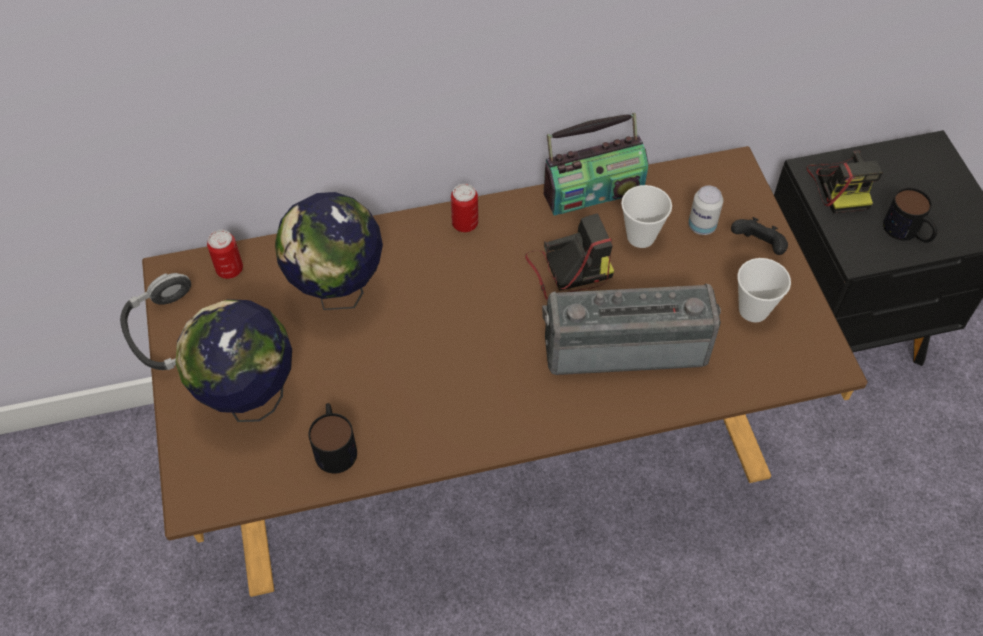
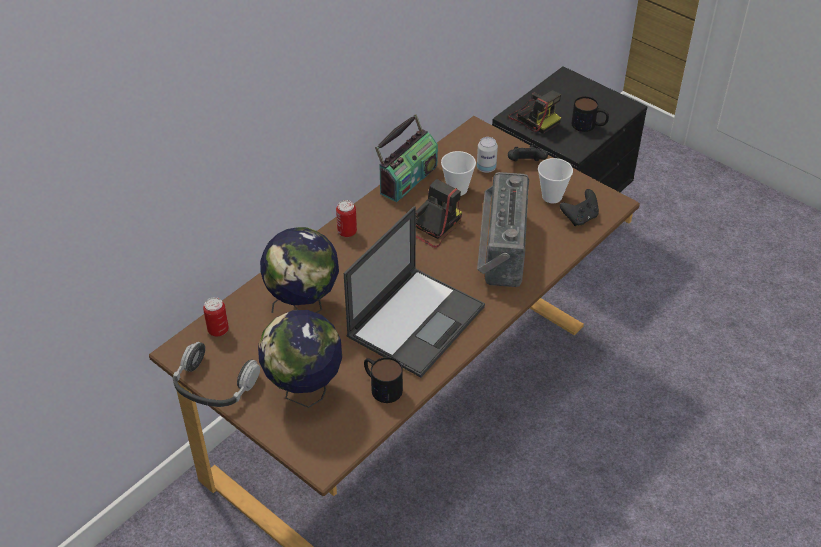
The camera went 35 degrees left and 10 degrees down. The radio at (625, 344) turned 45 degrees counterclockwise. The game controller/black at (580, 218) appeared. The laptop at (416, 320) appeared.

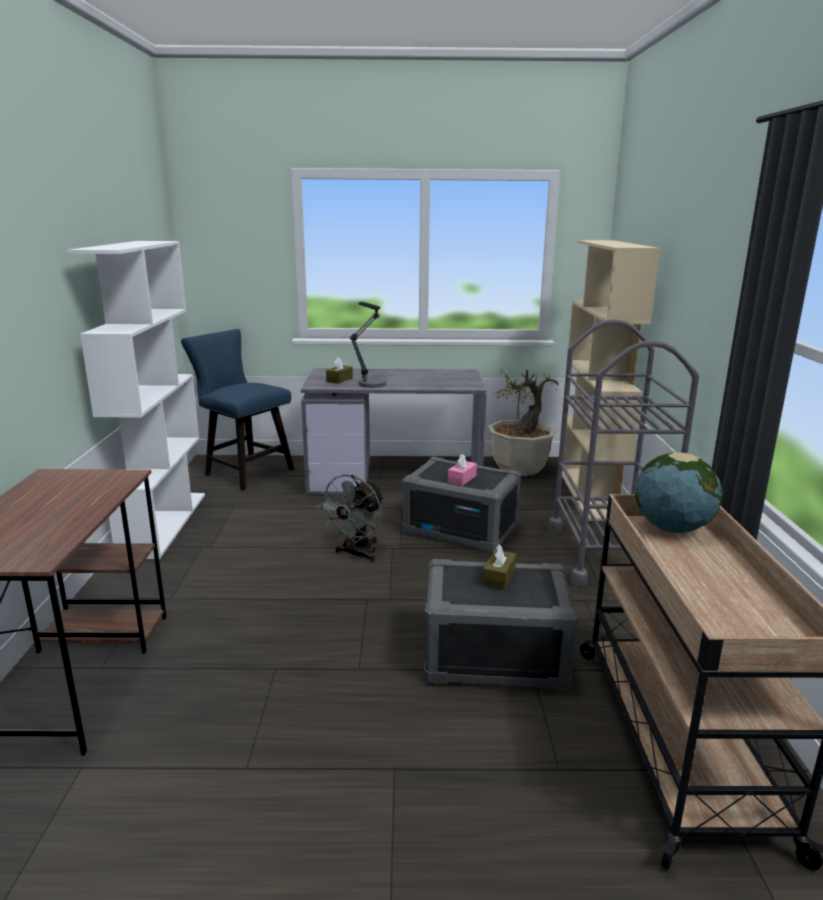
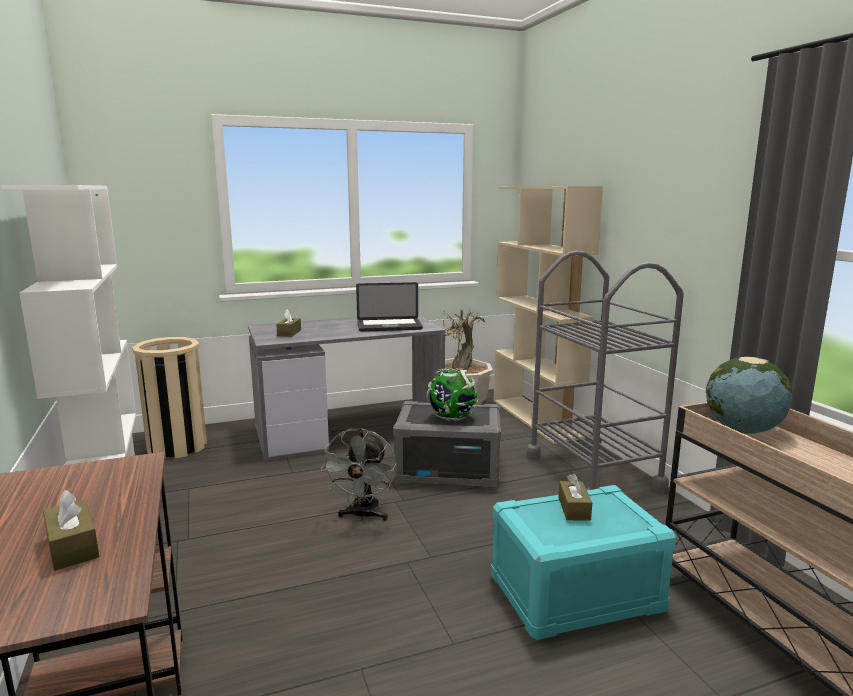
The camera went 20 degrees left and 5 degrees down. The table lamp at (370, 382) disappeared. The chair/blue at (244, 471) was replaced by the trash can/beige at (177, 447). The tissue box/pink at (462, 479) was replaced by the globe at (451, 418). The storage box/grey at (494, 657) became the storage box/turquoise at (575, 595). The laptop at (389, 326) appeared. The tissue box/brown at (72, 547) appeared.

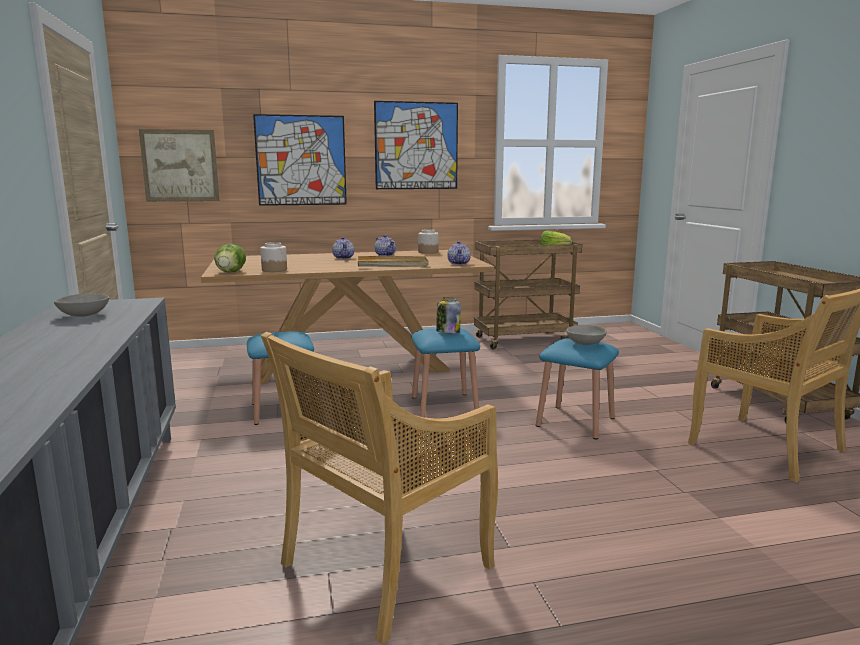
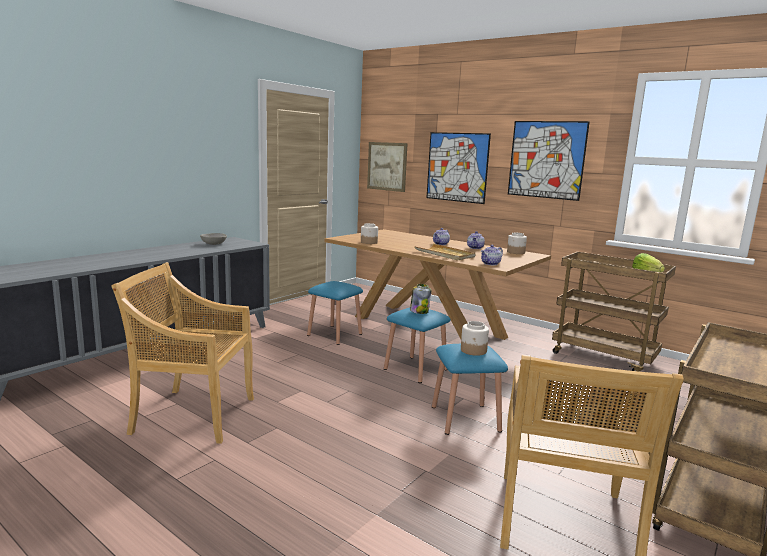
The camera went 50 degrees right and 0 degrees up. The lettuce at (230, 272) disappeared. The bowl/grey at (585, 343) was replaced by the jar at (473, 351).

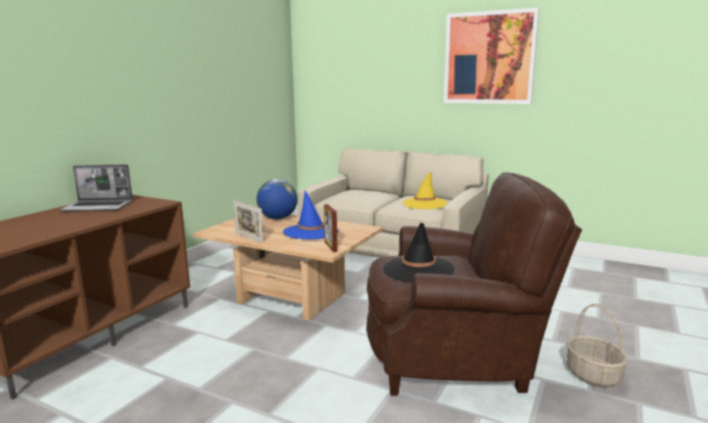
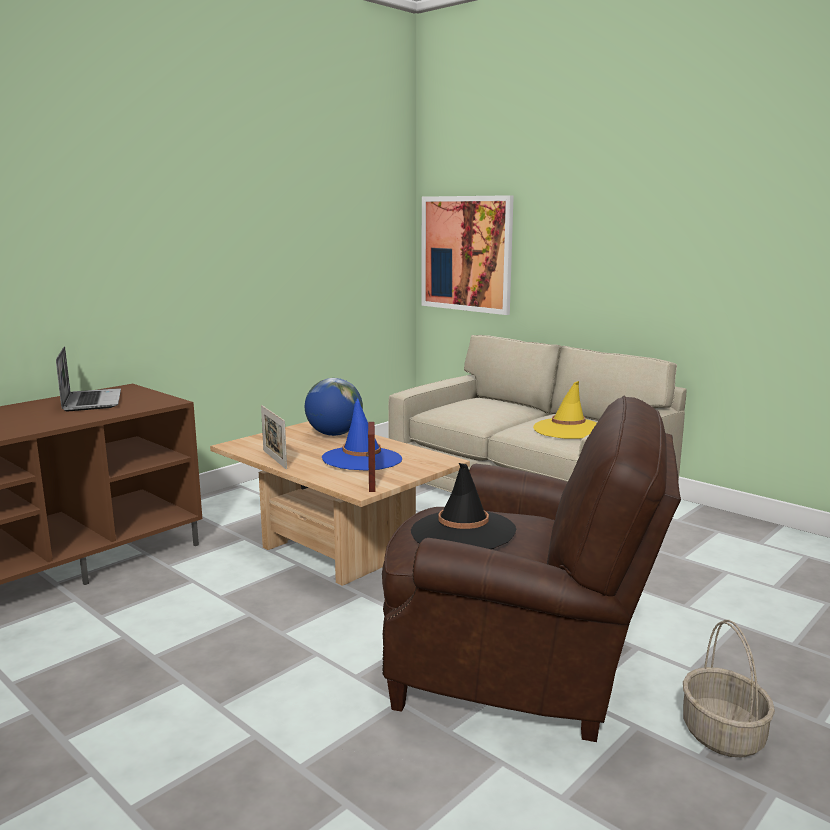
The camera went 15 degrees right and 0 degrees up. The picture moved from (489, 58) to (466, 253). The laptop at (99, 207) turned 120 degrees counterclockwise.

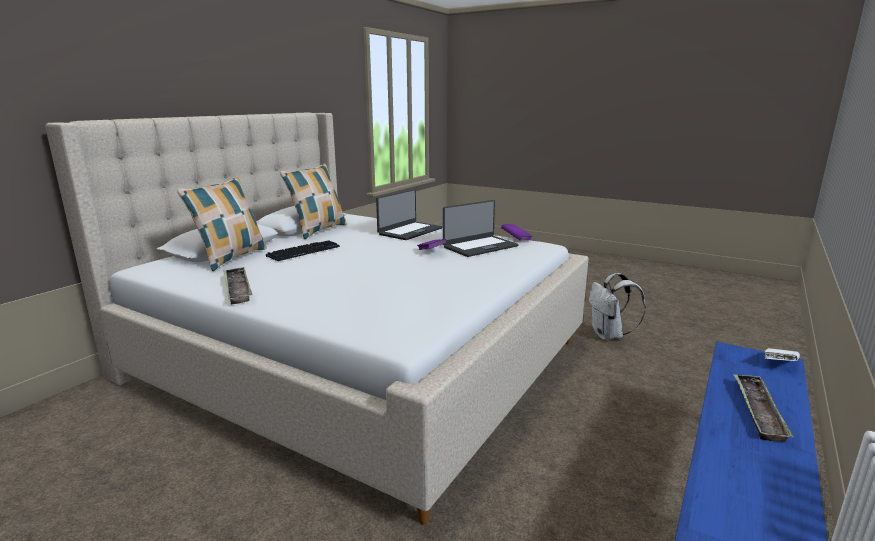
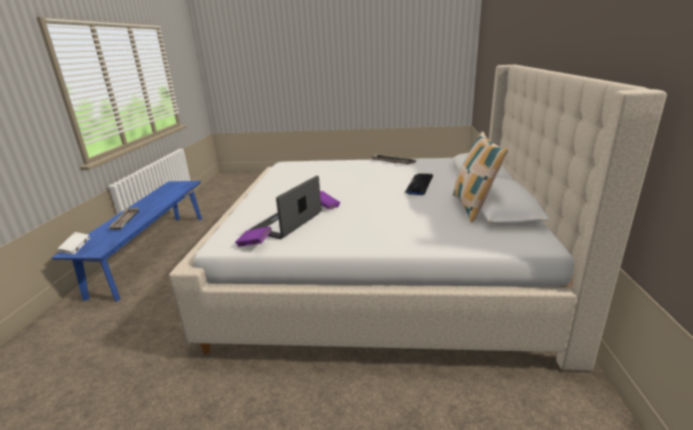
The camera went 155 degrees right and 5 degrees up. The pillow at (231, 258) disappeared. The laptop at (409, 231) disappeared. The backpack/white at (609, 336) disappeared.

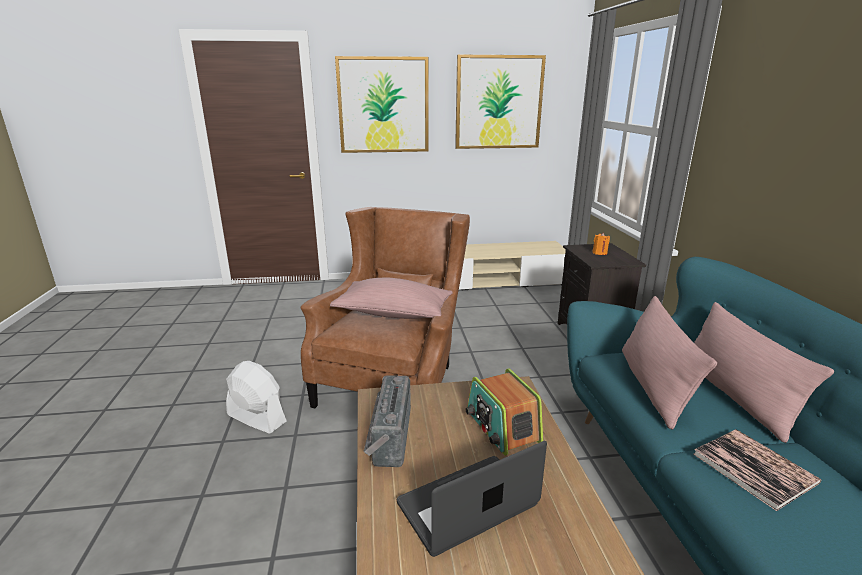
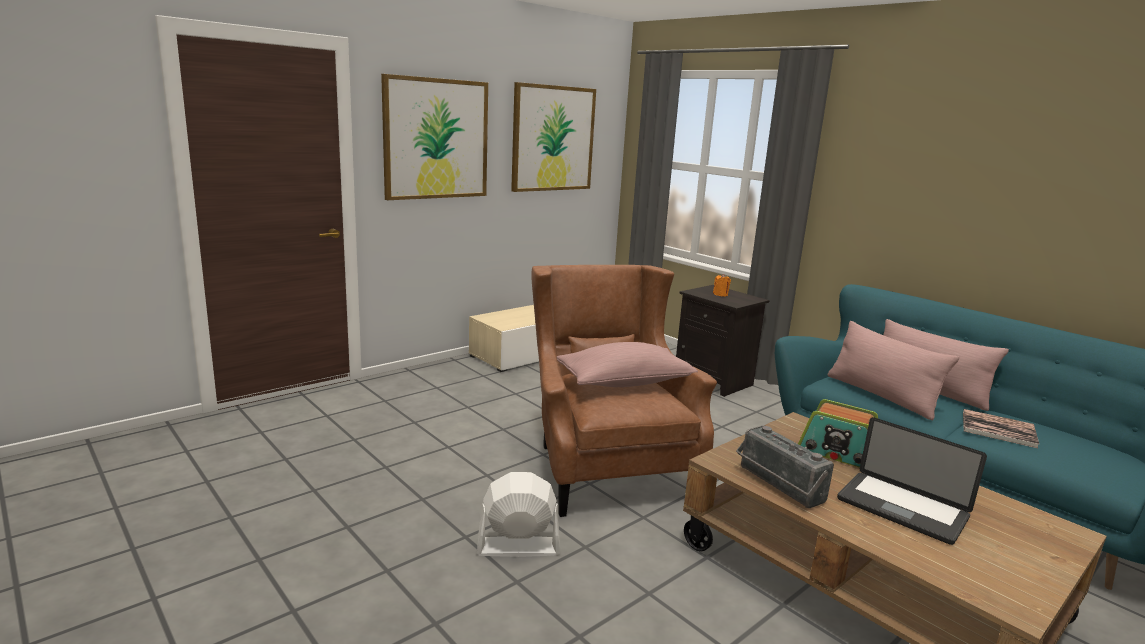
The camera went 35 degrees left and 5 degrees down. The laptop at (467, 505) turned 75 degrees counterclockwise.

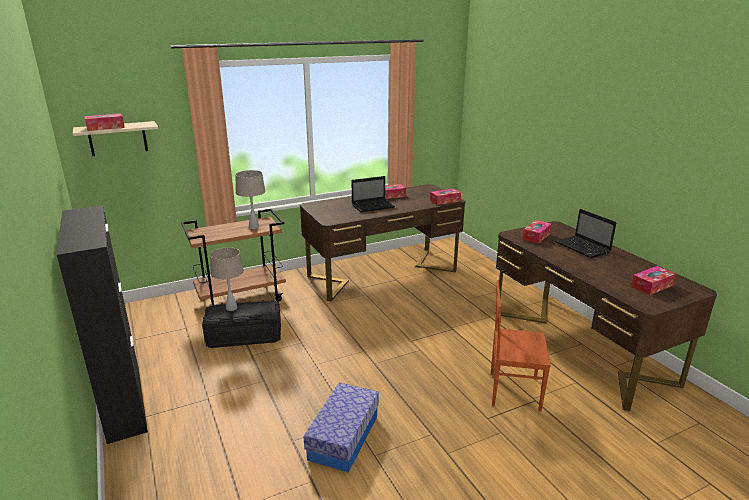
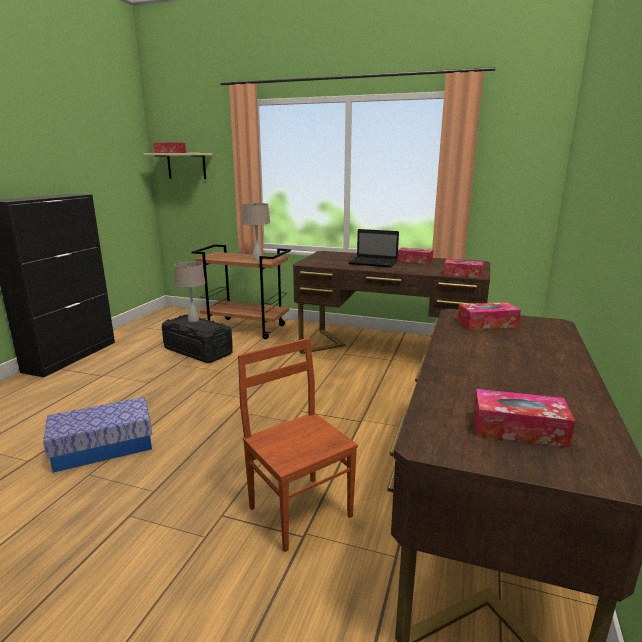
The camera went 45 degrees right and 5 degrees down. The laptop at (583, 248) disappeared.

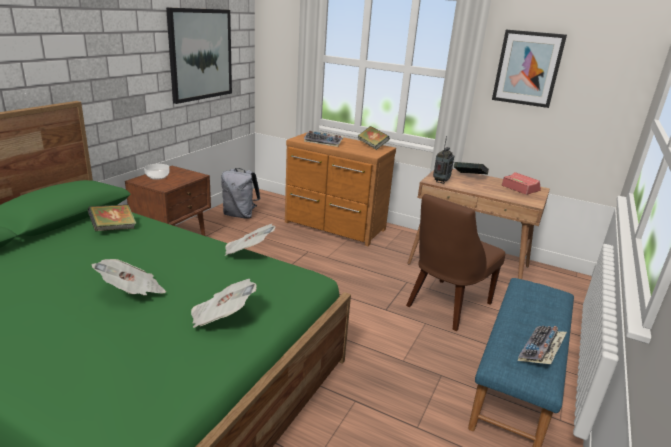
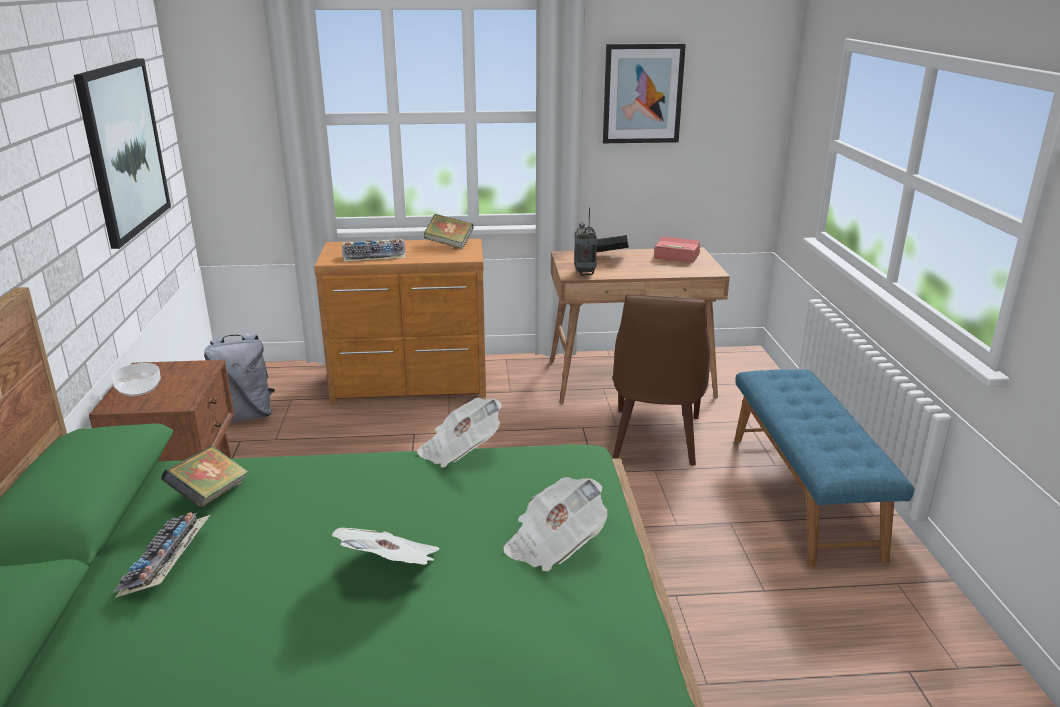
The camera went 30 degrees left and 0 degrees up. The keyboard moved from (541, 351) to (166, 563).

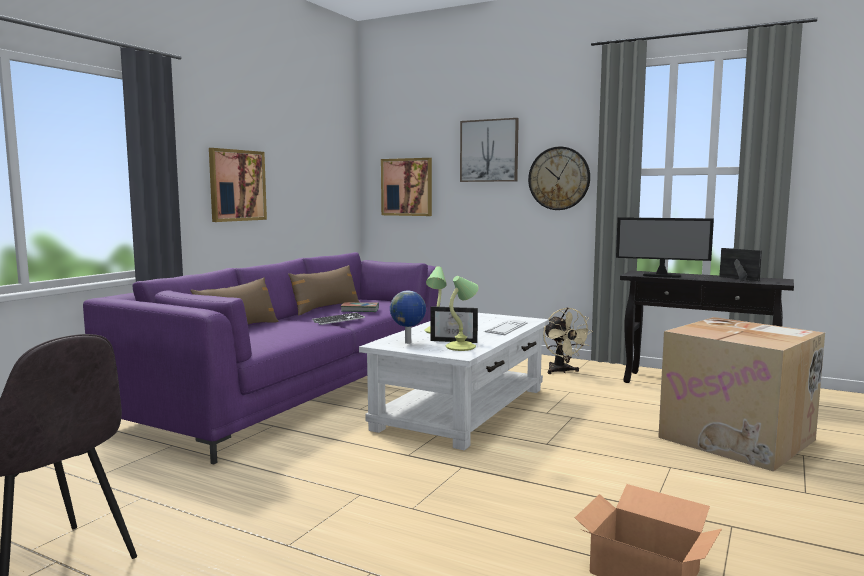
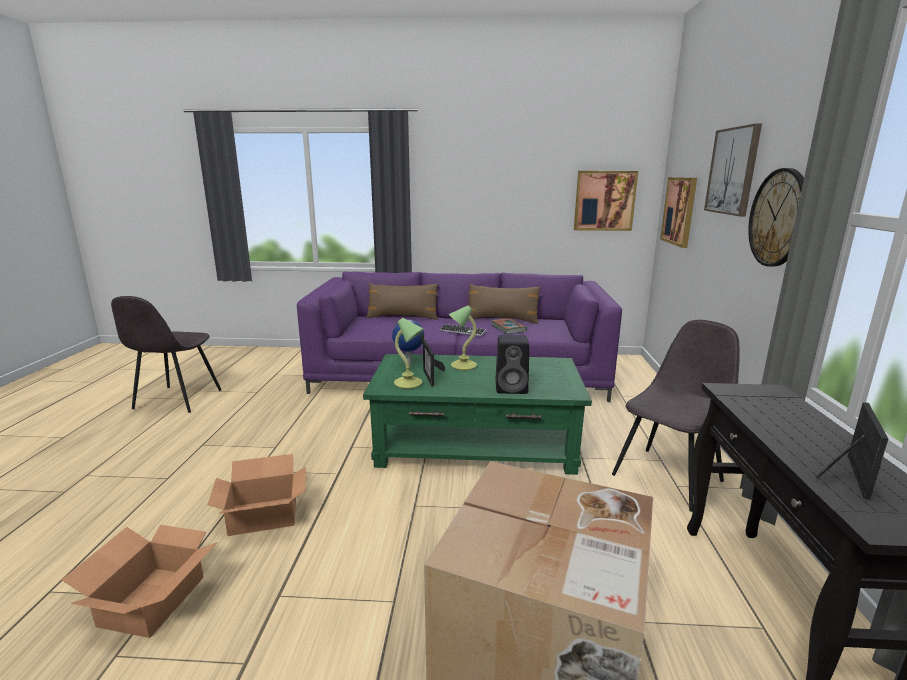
The camera went 65 degrees right and 10 degrees up. The picture moved from (237, 185) to (604, 201). The monitor at (661, 276) disappeared. The fan/beige at (562, 371) was replaced by the chair/grey at (668, 477). The coffee table/white at (462, 408) became the coffee table/green at (476, 445). The keyboard at (506, 328) was replaced by the speaker/black at (512, 388). The cardboard box at (263, 515) appeared.

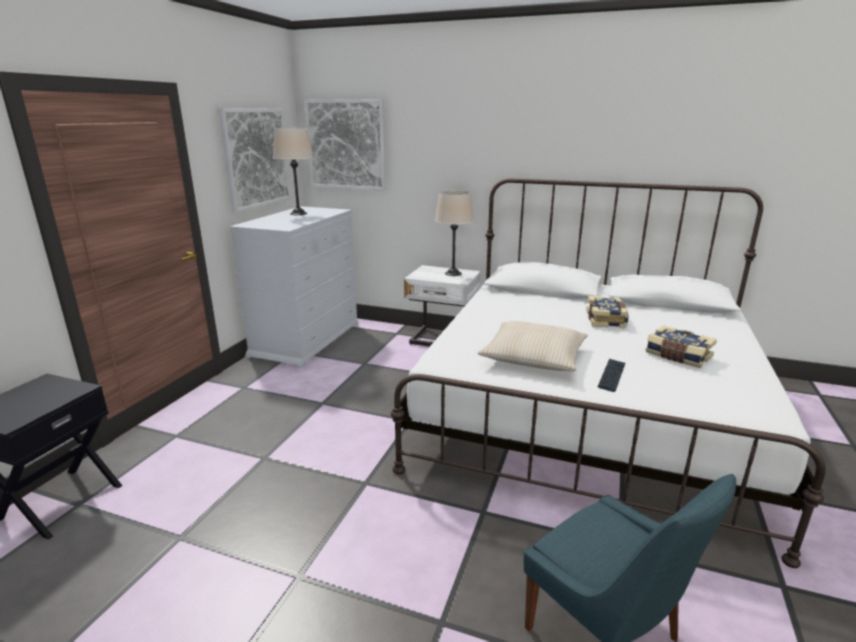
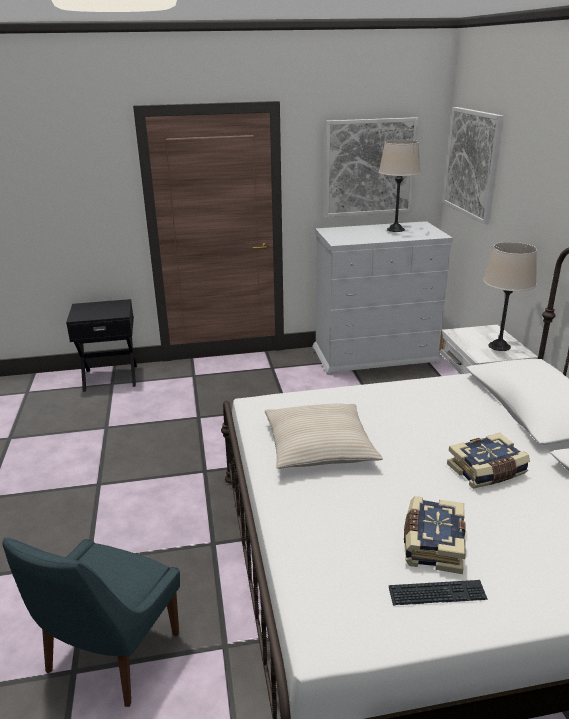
The camera went 60 degrees right and 5 degrees up. The keyboard moved from (611, 375) to (437, 594).

